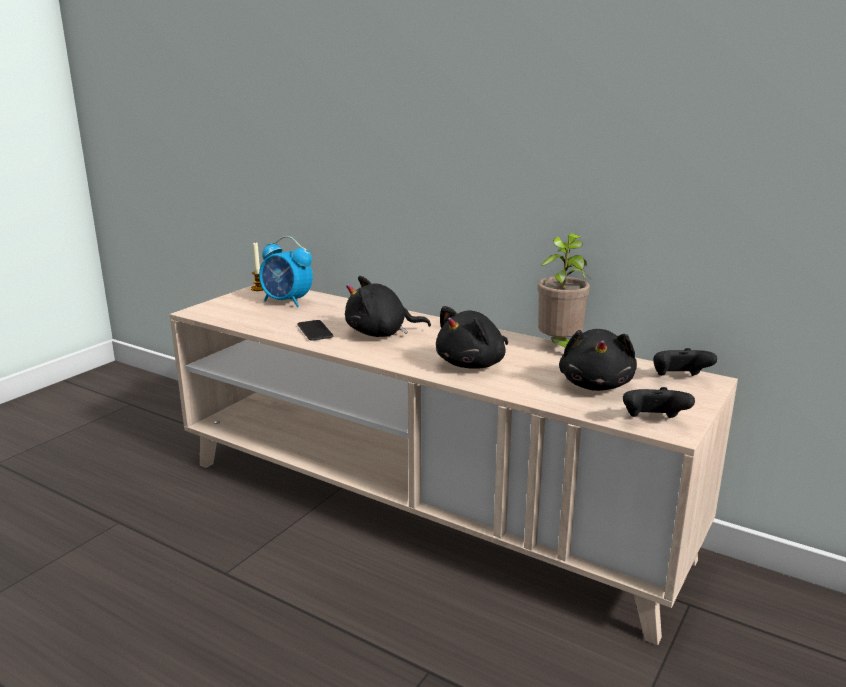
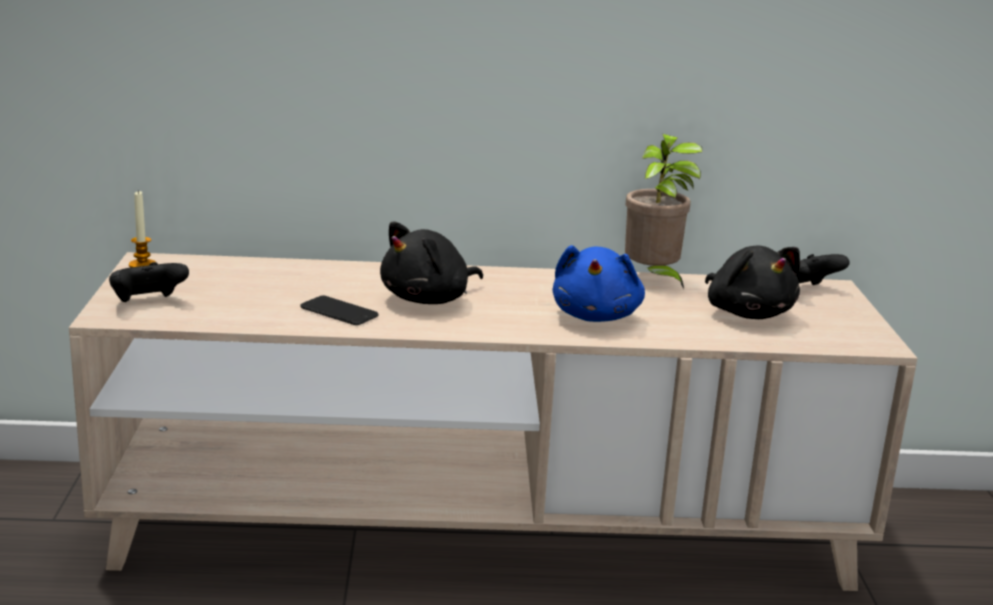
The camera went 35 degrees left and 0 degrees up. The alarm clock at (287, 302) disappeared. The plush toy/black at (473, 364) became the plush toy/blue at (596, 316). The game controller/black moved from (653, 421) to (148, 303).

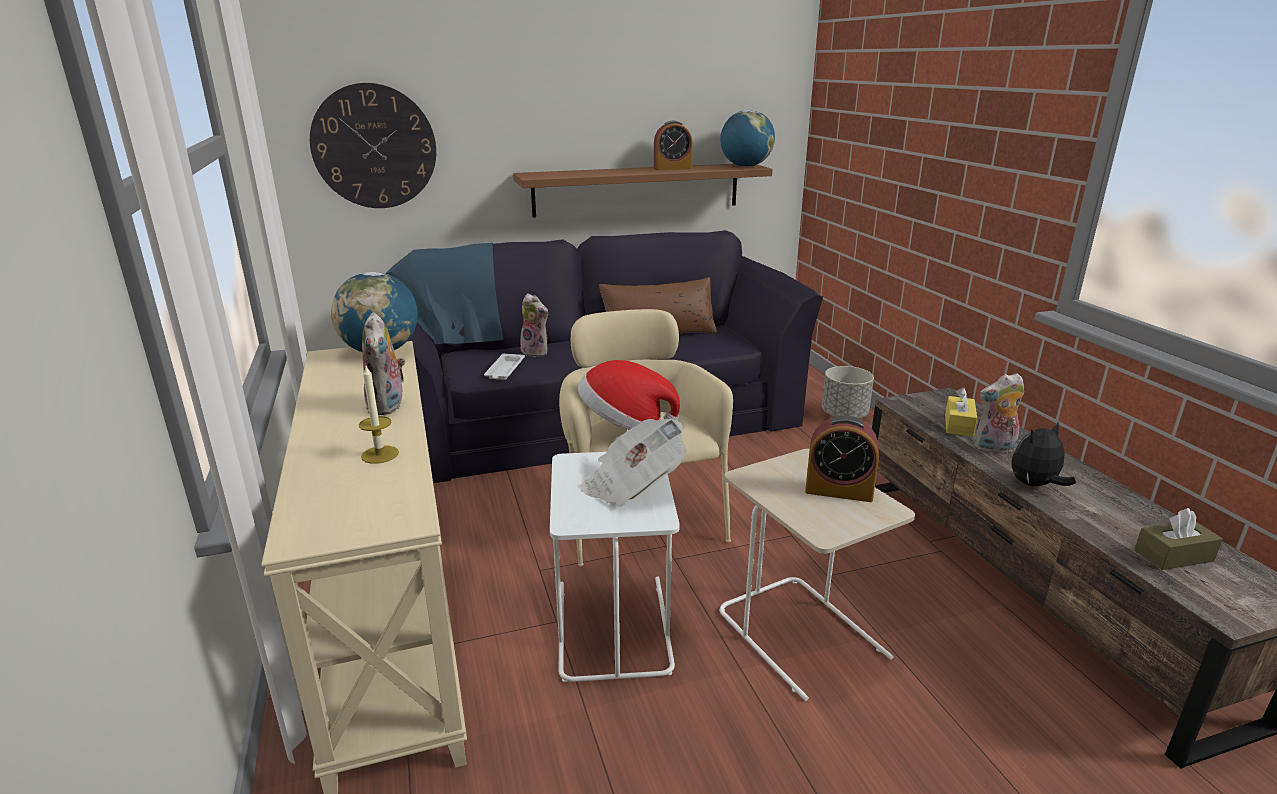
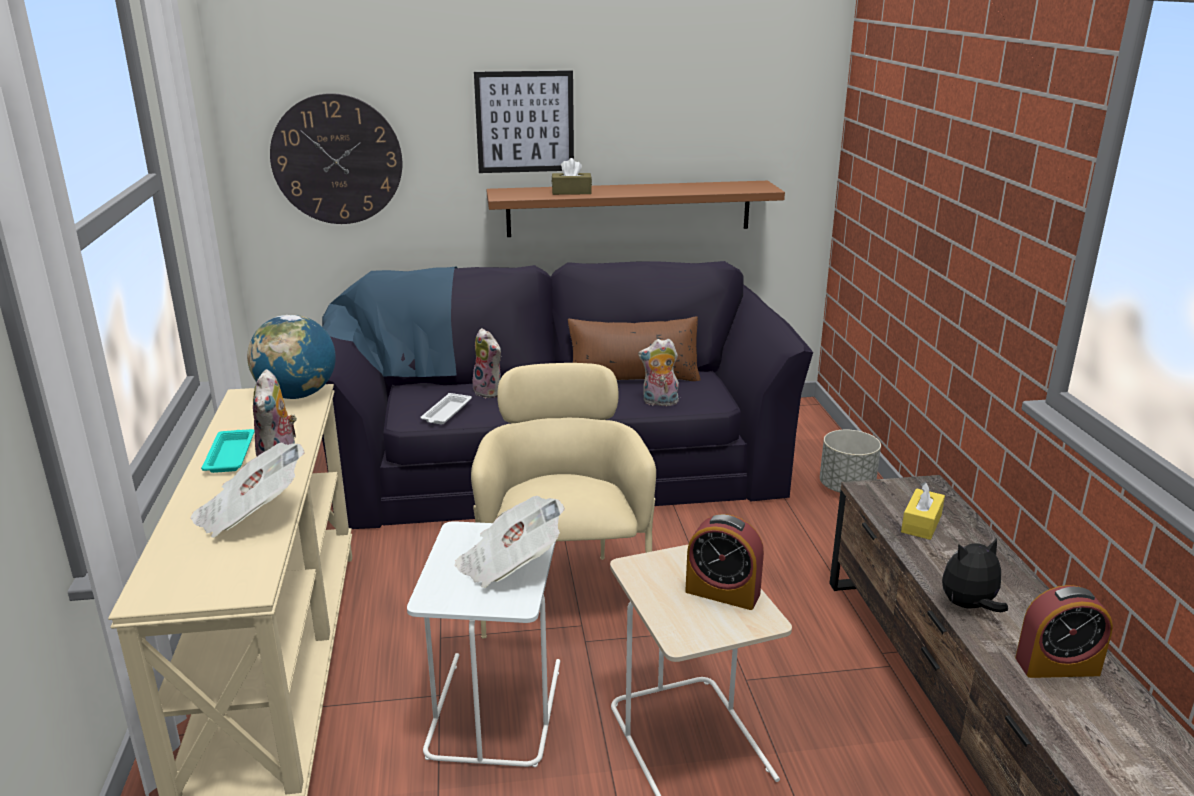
The camera went 10 degrees right and 0 degrees up. The globe at (745, 166) disappeared. The alarm clock moved from (672, 168) to (1057, 666). The hat at (625, 424) disappeared. The candle at (380, 454) was replaced by the newspaper at (250, 515). The plush toy moved from (993, 449) to (659, 403). The tissue box/brown moved from (1173, 556) to (571, 192). The picture at (525, 122) appeared. The tray/turquoise at (230, 455) appeared.

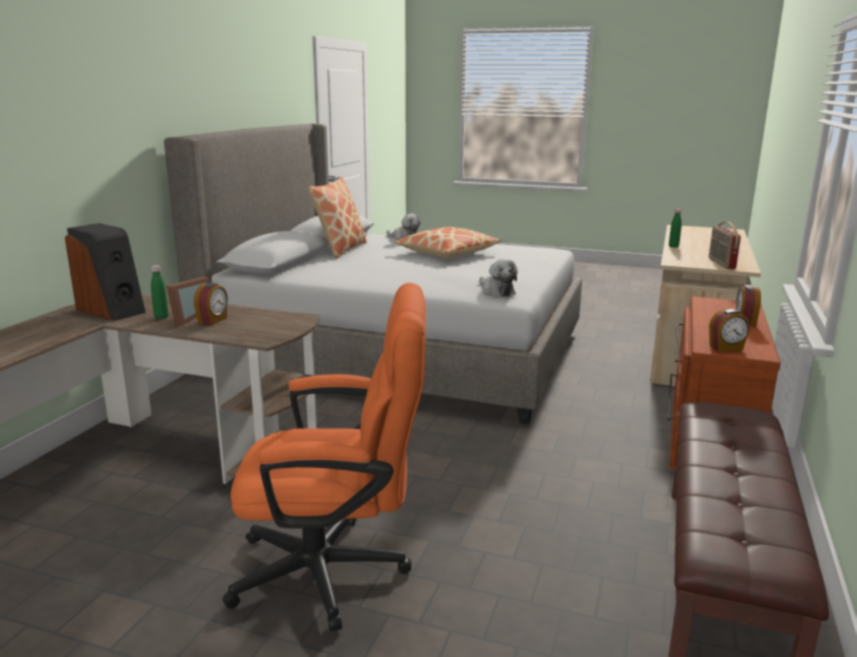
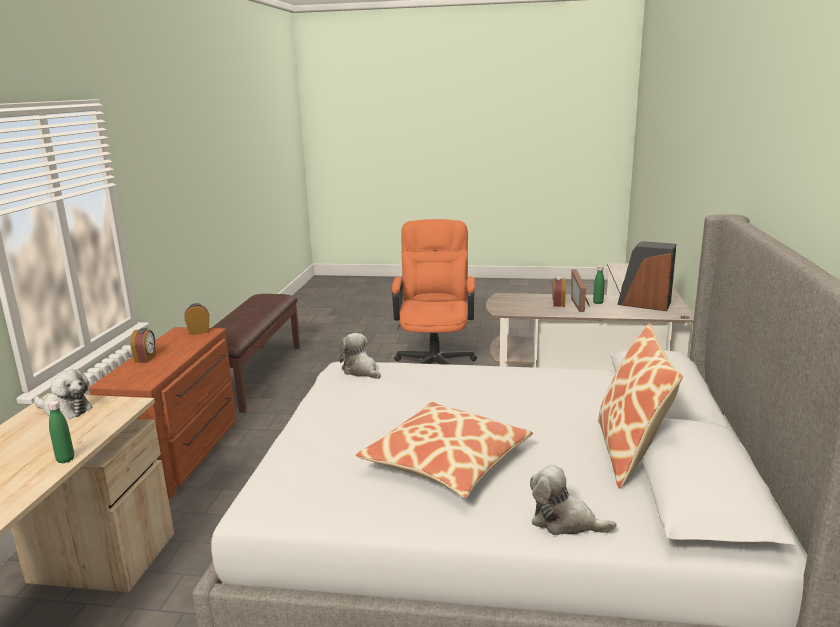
The camera went 170 degrees right and 0 degrees up. The radio at (721, 263) was replaced by the plush toy at (65, 410). The office chair/orange at (336, 571) turned 105 degrees clockwise.

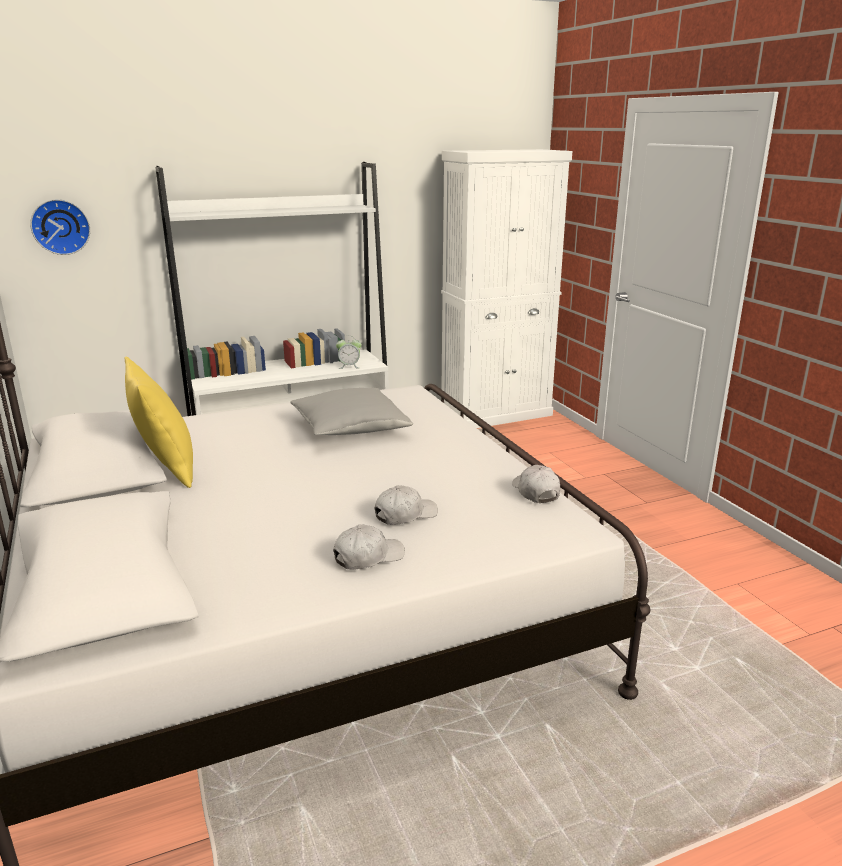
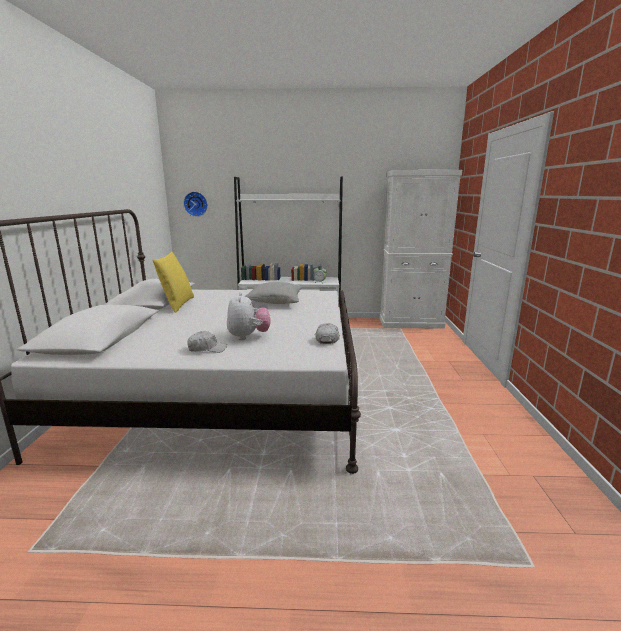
The camera went 25 degrees right and 5 degrees down. The cap/white at (405, 515) was replaced by the plush toy at (248, 337).

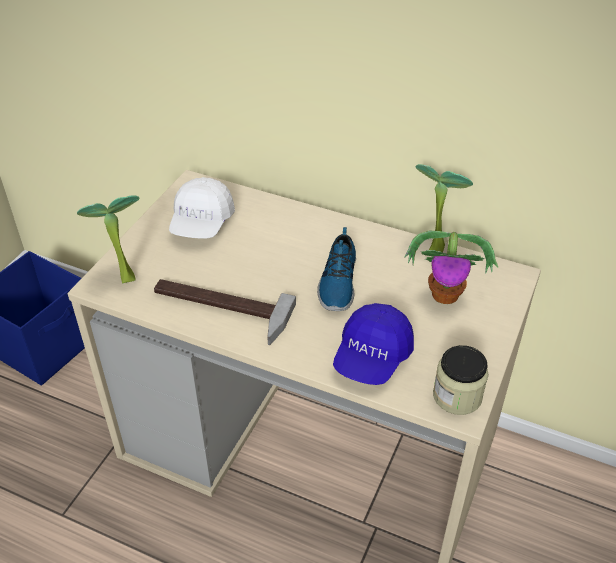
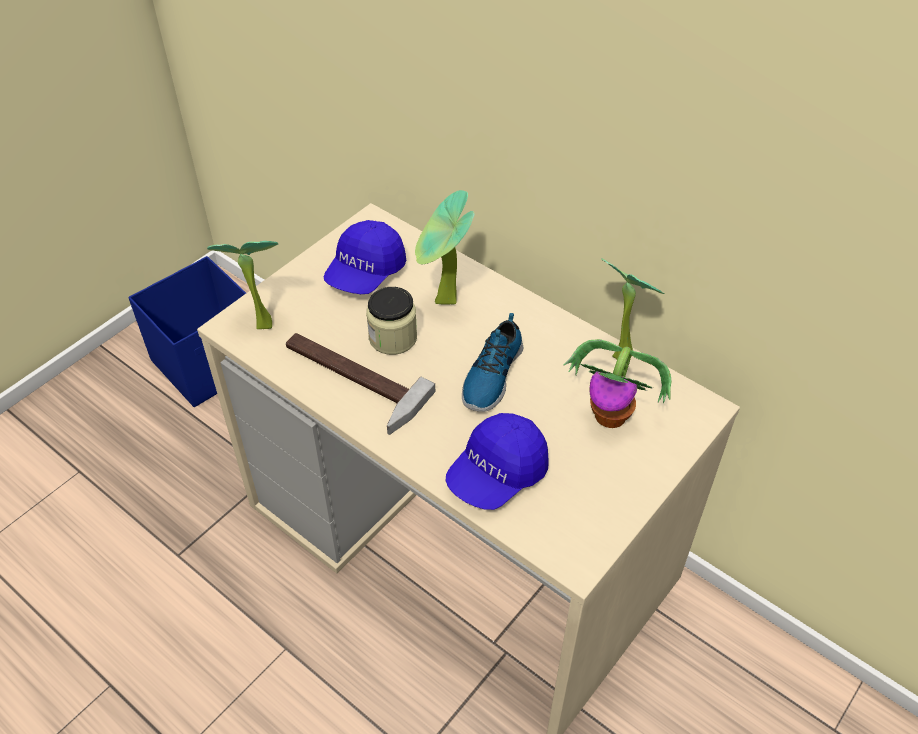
The camera went 15 degrees right and 5 degrees up. The cap/white at (202, 223) became the cap/blue at (365, 273). The jar moved from (457, 396) to (393, 338). The potted plant at (443, 304) appeared.

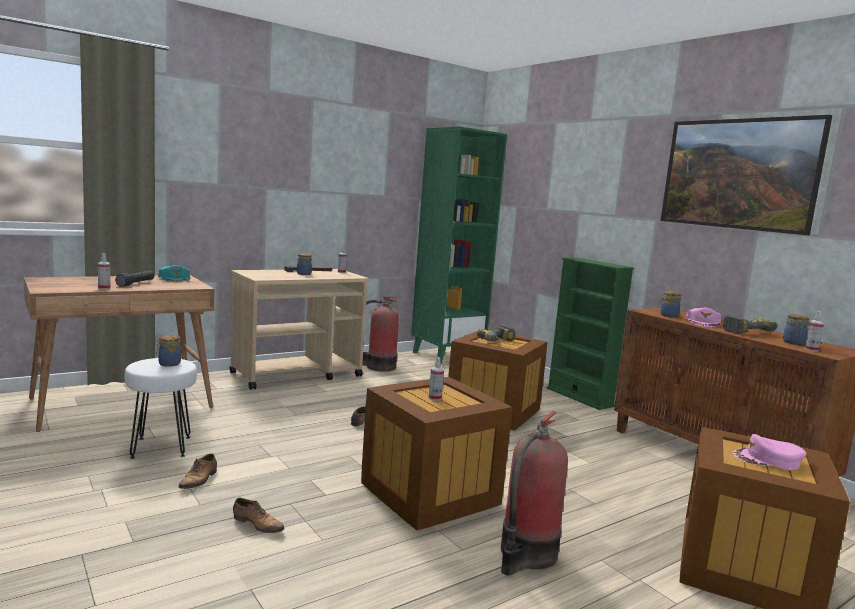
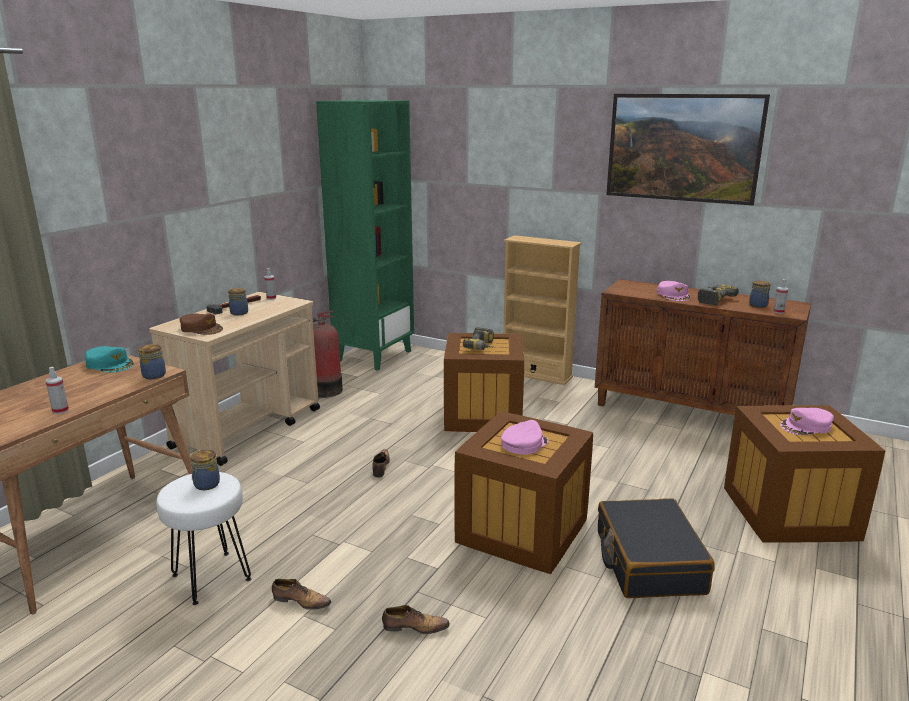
The camera went 25 degrees left and 10 degrees up. The bookcase/green at (579, 397) became the bookcase/beige at (536, 374). The flashlight/black at (136, 283) disappeared. The jar moved from (668, 315) to (153, 375). The spray bottle at (435, 398) was replaced by the cap/pink at (524, 443). The fire extinguisher at (526, 554) was replaced by the suitcase/black at (648, 562). The shoe at (199, 480) turned 60 degrees counterclockwise. The cap/brown at (201, 329) appeared.

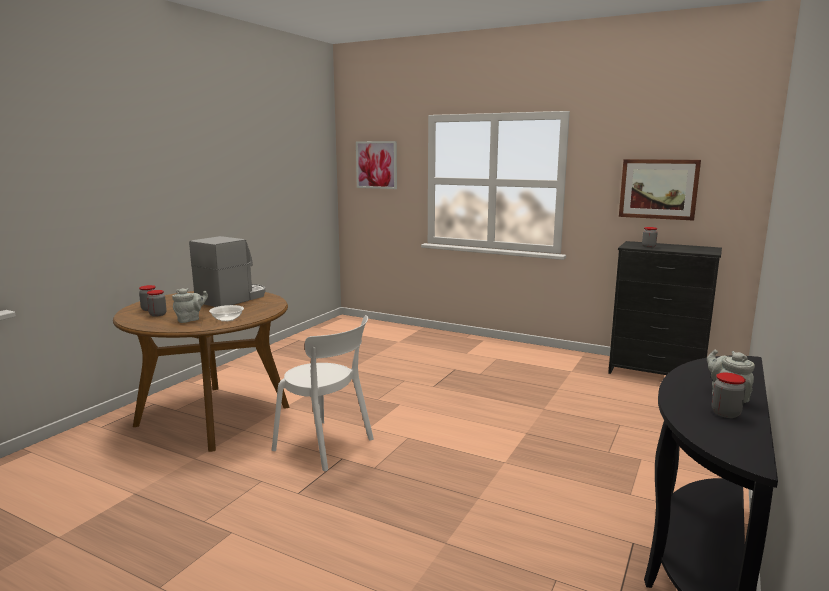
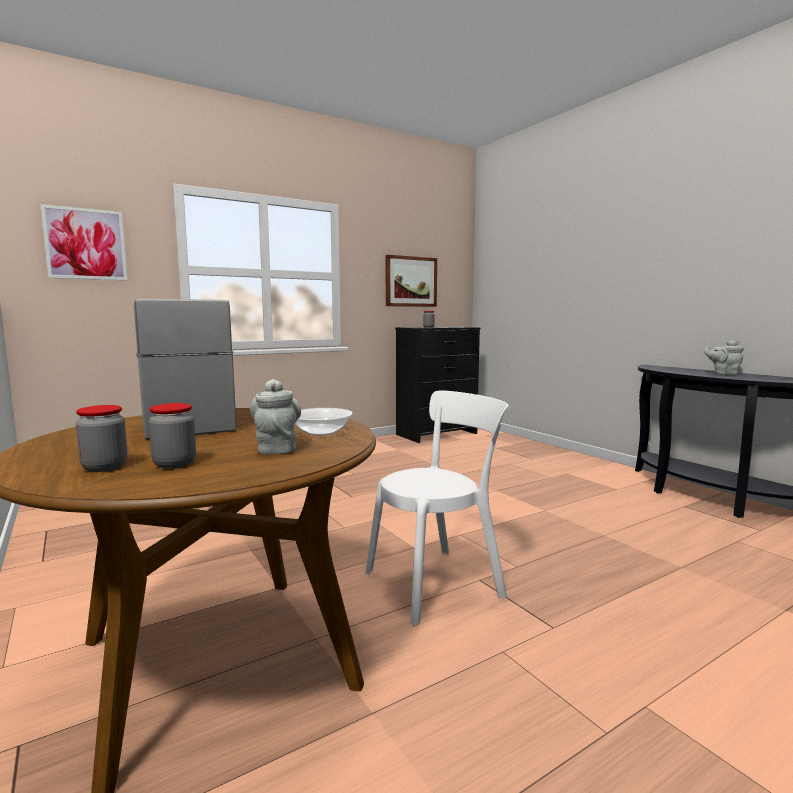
The camera went 60 degrees left and 5 degrees down. The jar at (725, 413) disappeared.

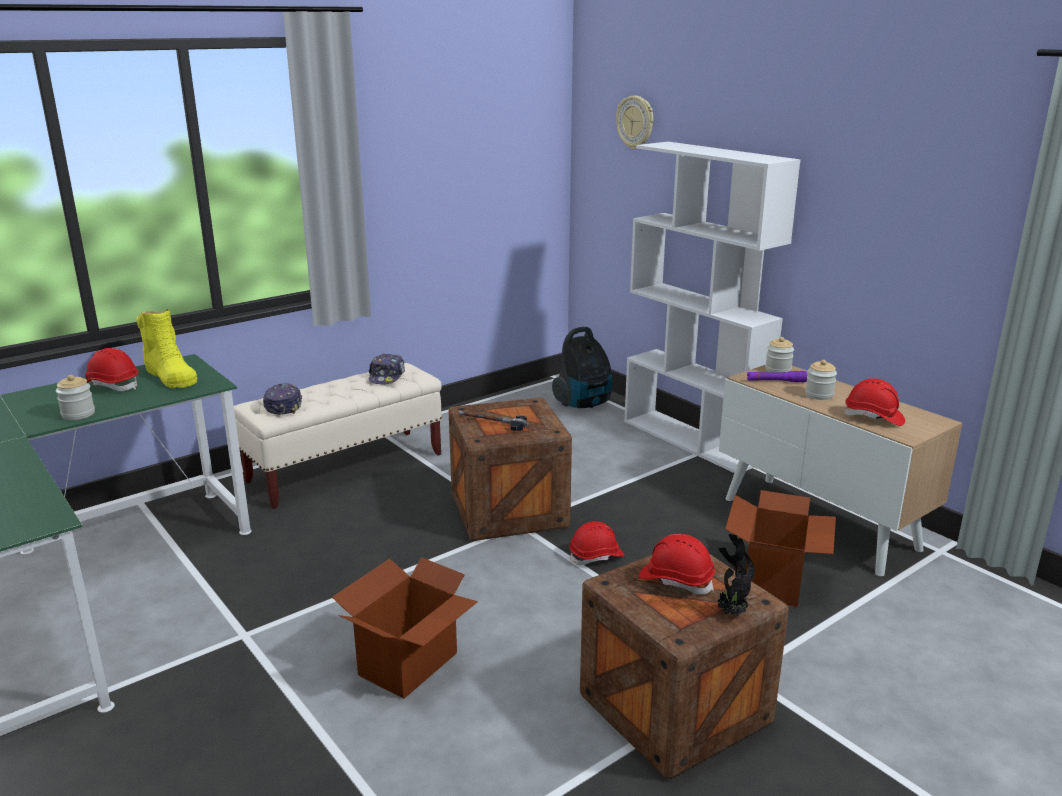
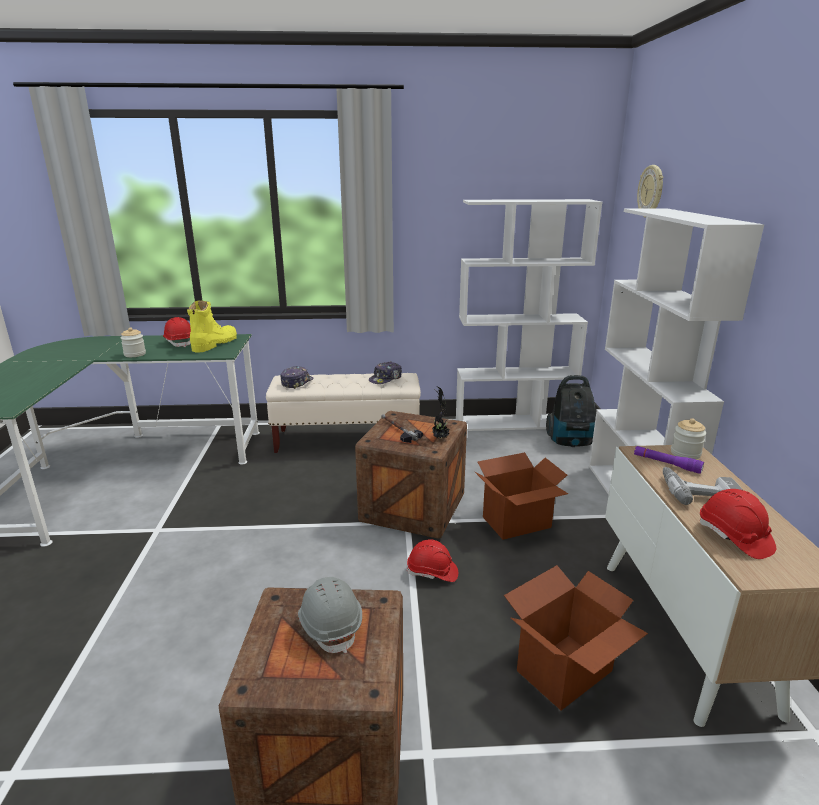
The camera went 35 degrees right and 0 degrees up. The boot/yellow at (171, 376) turned 150 degrees counterclockwise. The jar at (819, 395) was replaced by the power drill at (697, 491). The hard hat/red at (676, 580) became the hard hat/grey at (330, 625). The potted plant moved from (730, 613) to (439, 438). The cardboard box moved from (409, 664) to (517, 523). The bookcase/white at (514, 422) appeared.

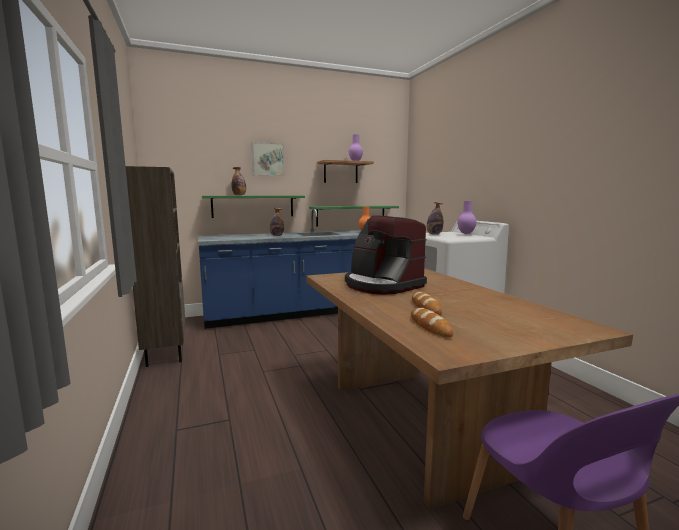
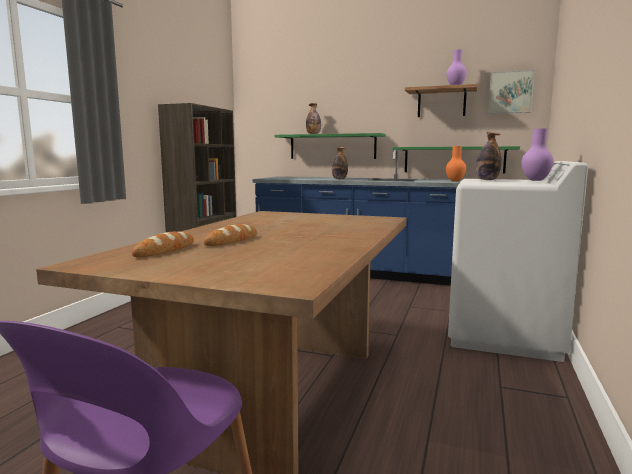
The camera went 40 degrees right and 0 degrees up. The picture moved from (267, 159) to (510, 92). The coffee machine at (382, 285) disappeared.

